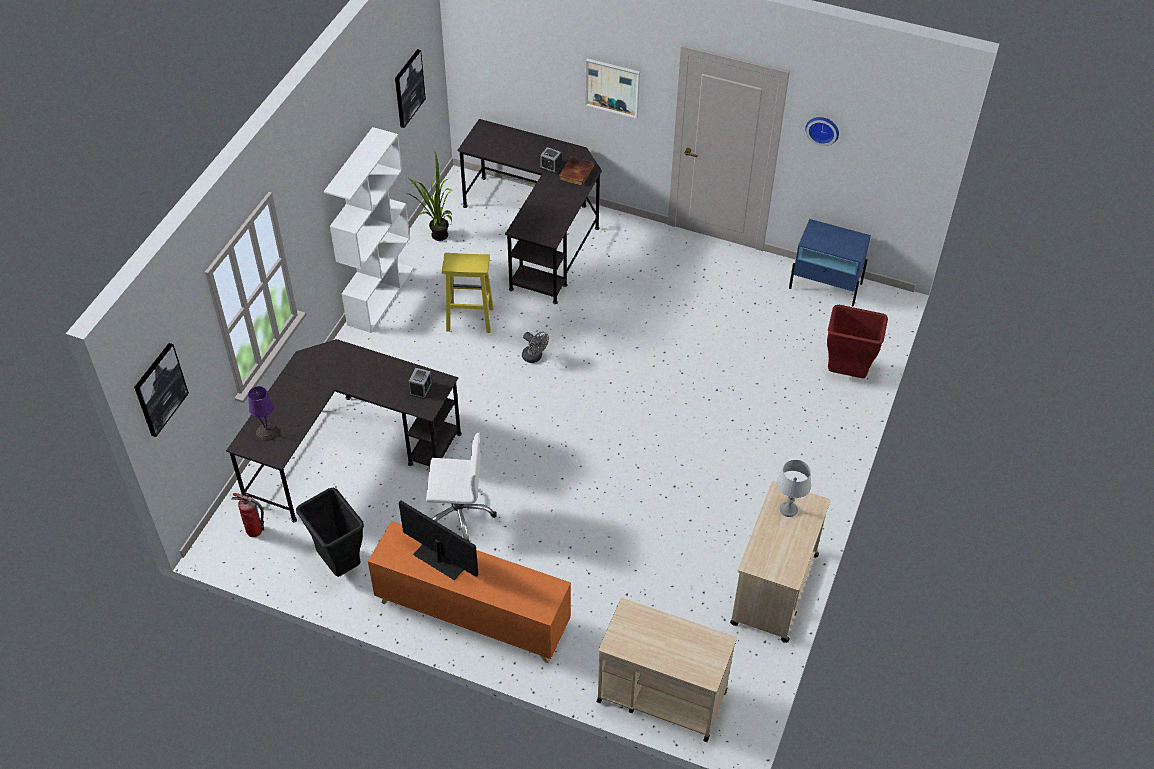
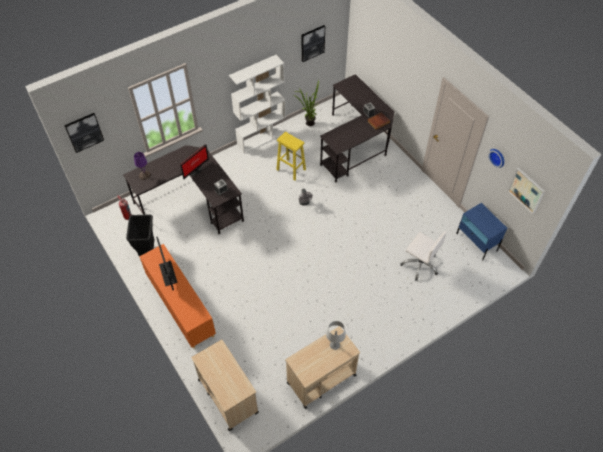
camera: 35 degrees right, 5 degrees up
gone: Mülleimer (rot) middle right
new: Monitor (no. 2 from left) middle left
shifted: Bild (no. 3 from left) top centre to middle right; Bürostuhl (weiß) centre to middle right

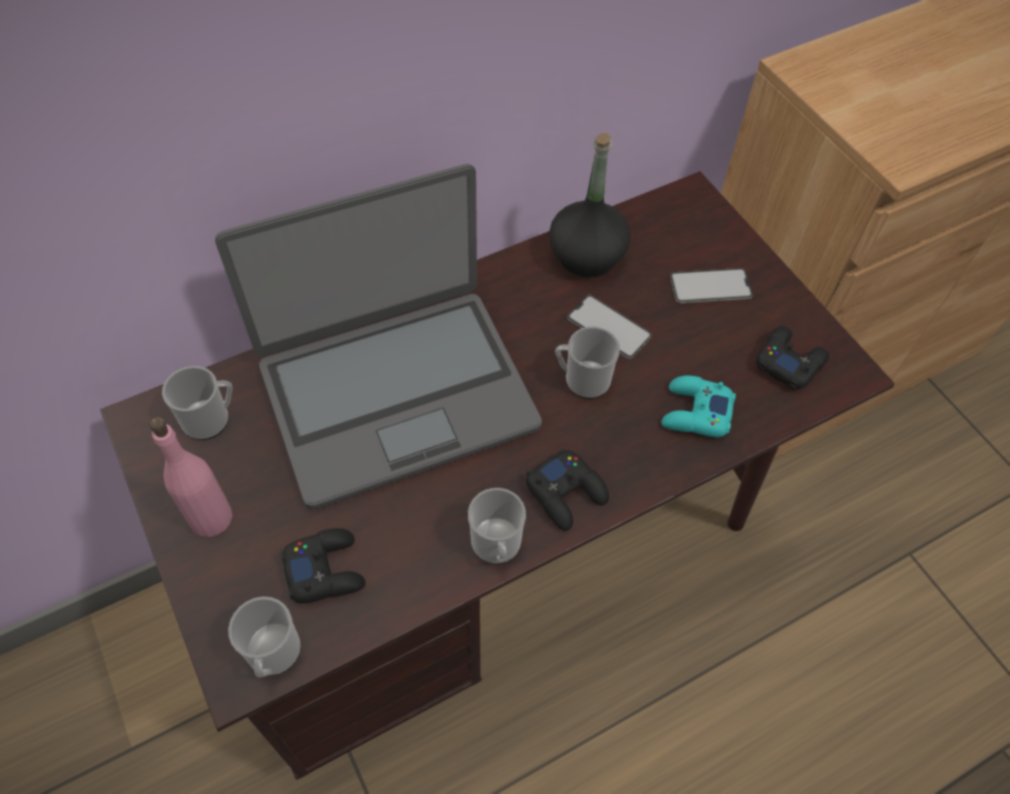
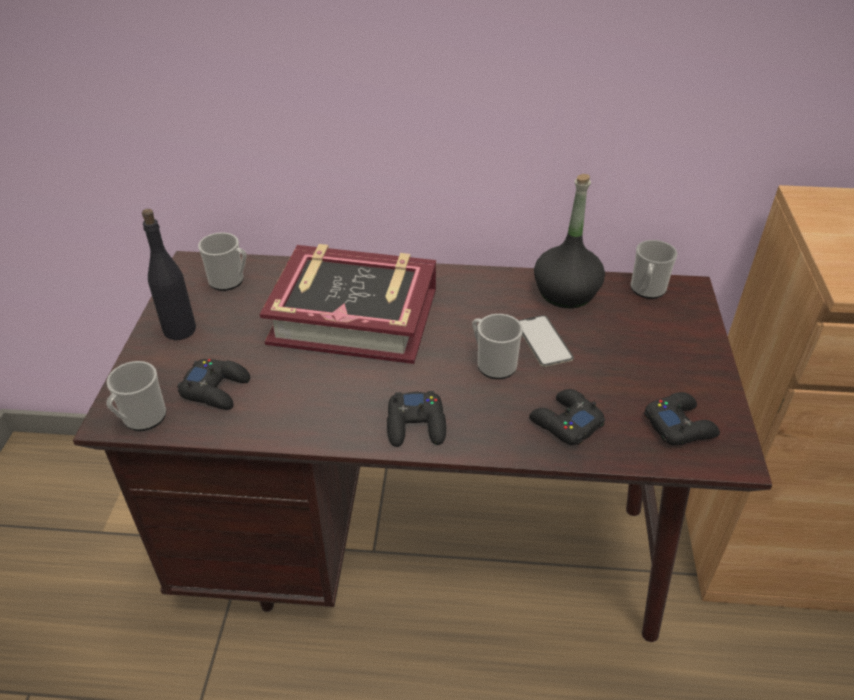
camera: 35 degrees right, 15 degrees down
gone: Handy (no. 2 from left) middle right
shifted: Henkelbecher (no. 3 from left in the first image) centre to Henkelbecher (no. 4 from left) middle right
swapped: Laptop centre to Buch centre
repainted: Gamepad (türkis) middle right to Gamepad (schwarz) (no. 3 from left) centre; Flasche (rosa) middle left to Flasche (schwarz) (no. 1 from left) middle left

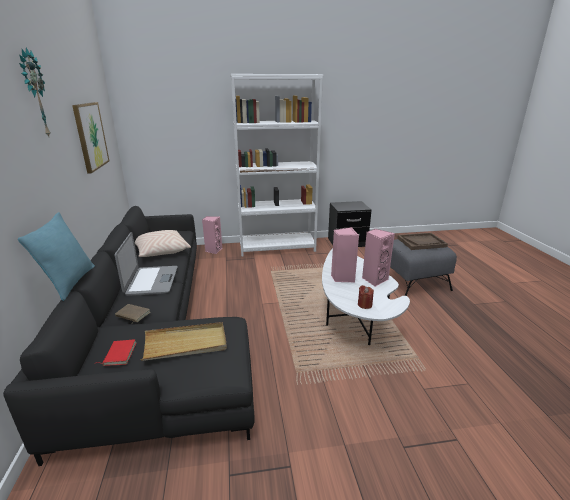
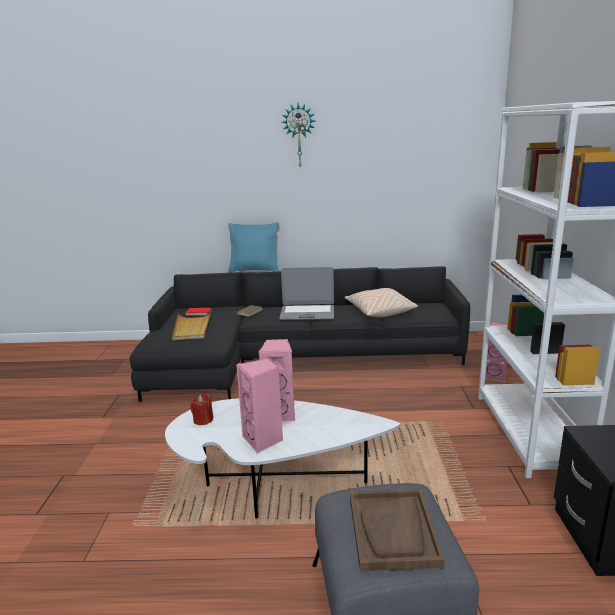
camera: 100 degrees right, 5 degrees down
gone: Bild top left

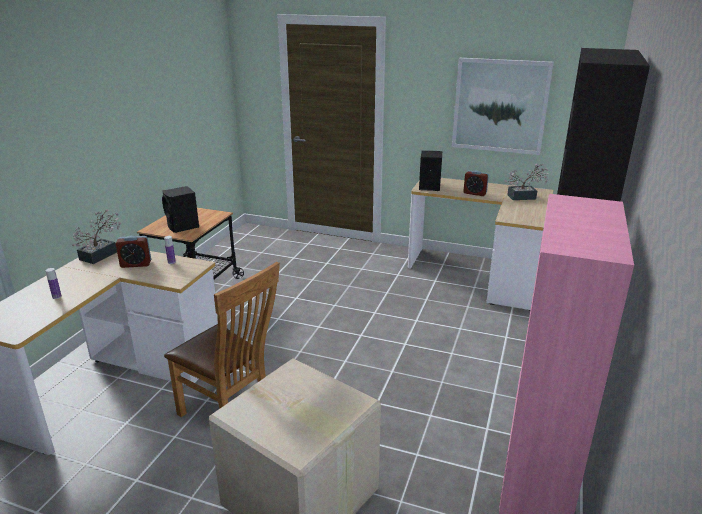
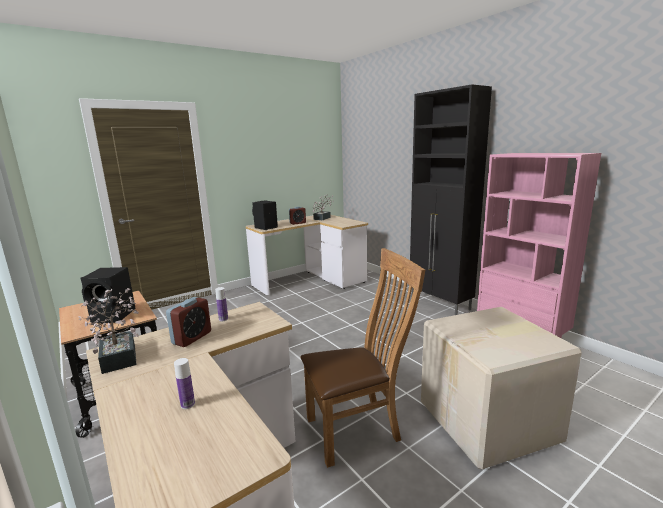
camera: 55 degrees left, 10 degrees down
gone: Bild top right

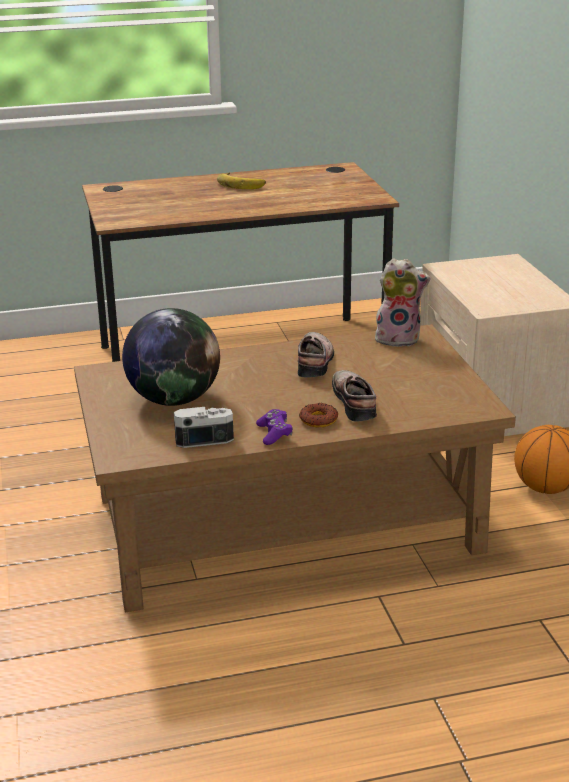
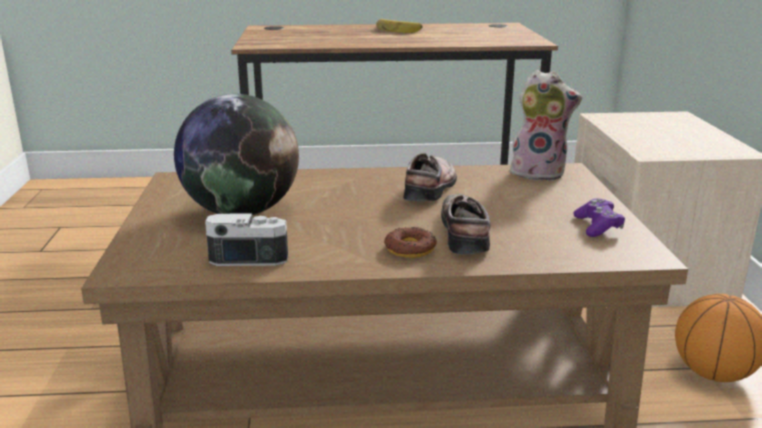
camera: 10 degrees right, 5 degrees down
shifted: Gamepad (lila) centre to middle right

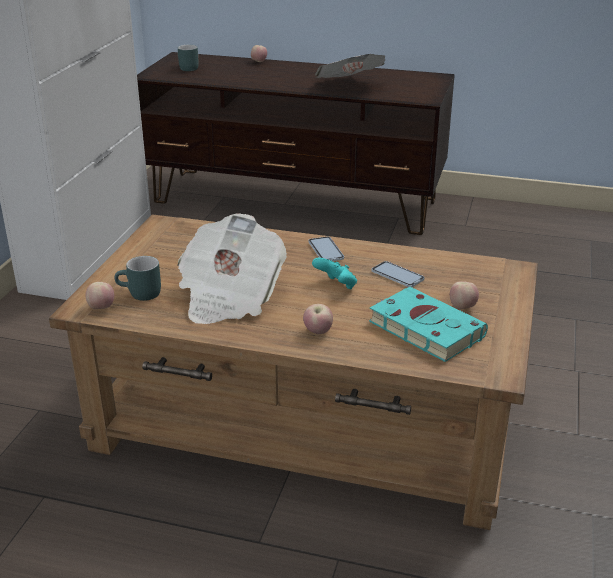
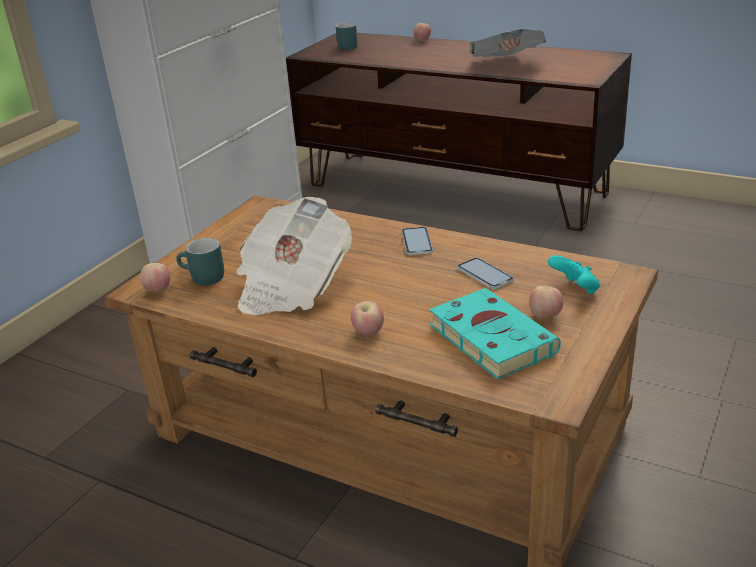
camera: 15 degrees right, 0 degrees up
shifted: Gamepad (türkis) centre to middle right

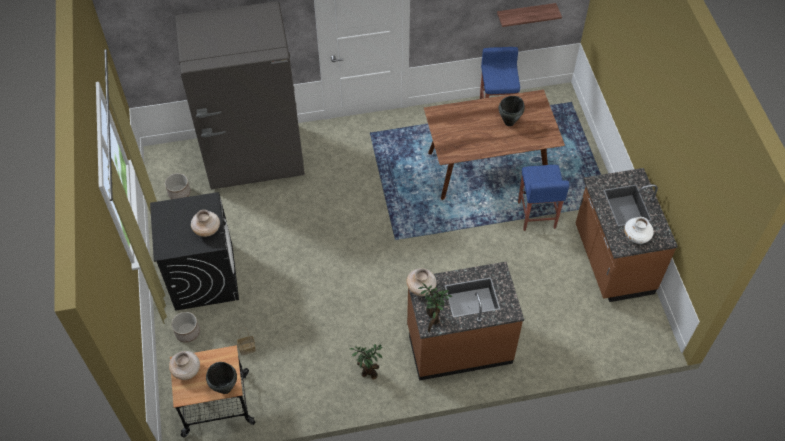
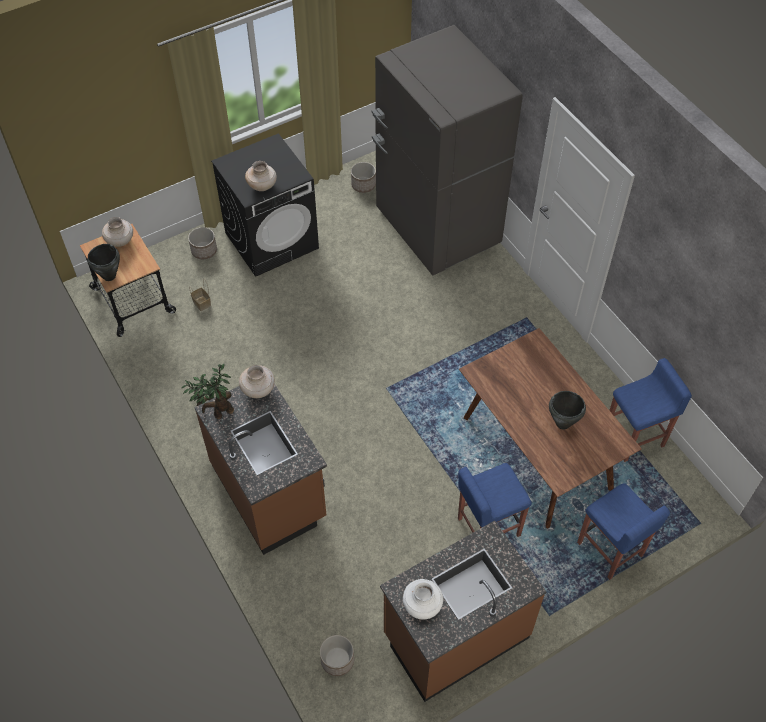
camera: 70 degrees right, 0 degrees up
gone: Wandregal top right
new: Hocker (blau) (no. 2 from left) bottom right; Pflanzkübel (no. 2 from left) bottom centre

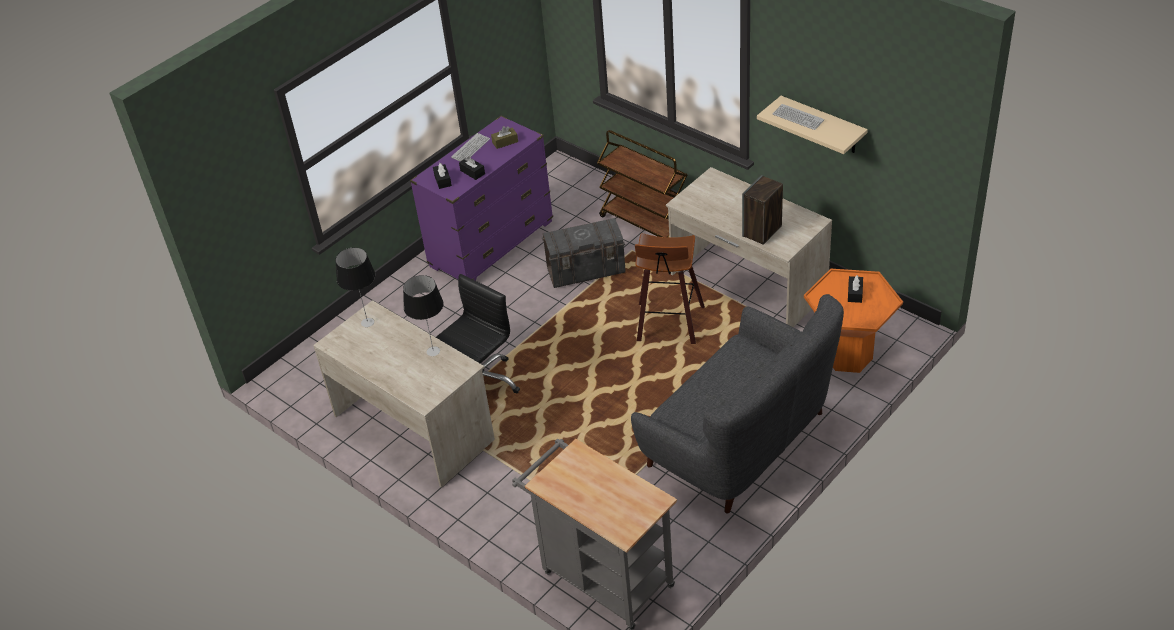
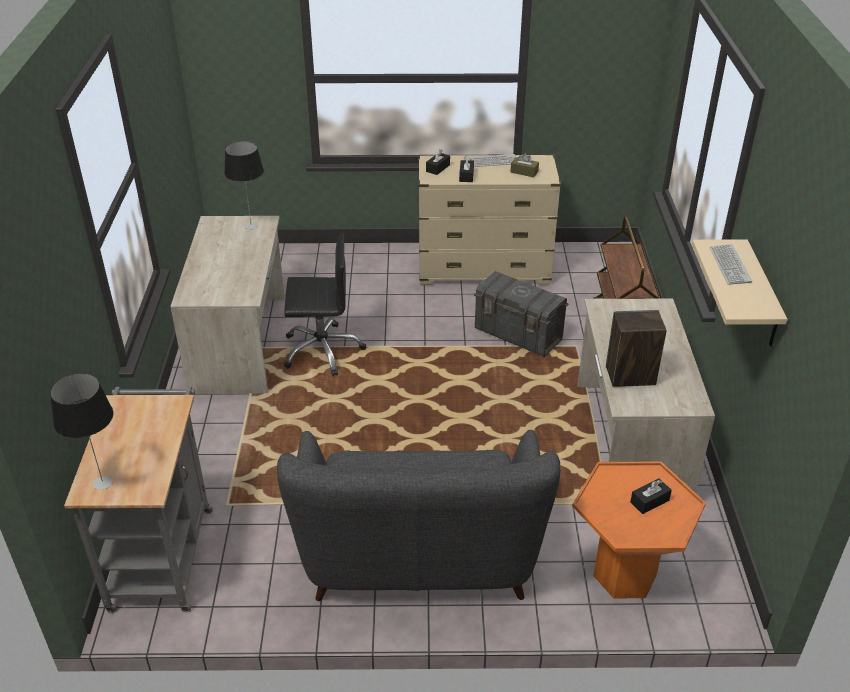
camera: 45 degrees right, 5 degrees down
gone: Hocker centre
shifted: Tischlampe (no. 2 from left in the first image) centre to Tischlampe (no. 1 from left) middle left
repainted: Kommode (lila) top centre to Kommode (beige) top centre

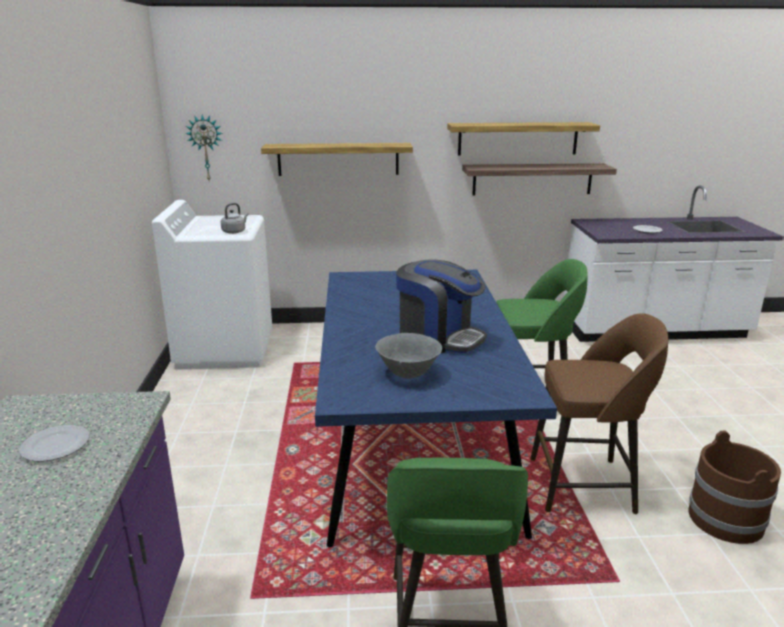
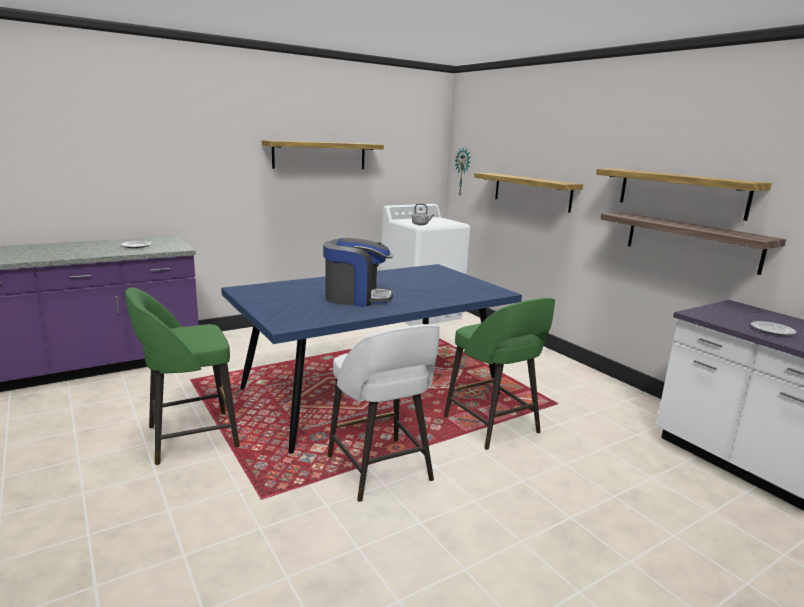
camera: 60 degrees right, 5 degrees down
gone: Schüssel (grau) centre; Eimer (braun) bottom right
new: Wandregal (no. 1 from left) top centre
repainted: Hocker (braun) middle right to Hocker (weiß) bottom centre
rotated: Kaffeemaschine centre = centre 90 degrees counterclockwise

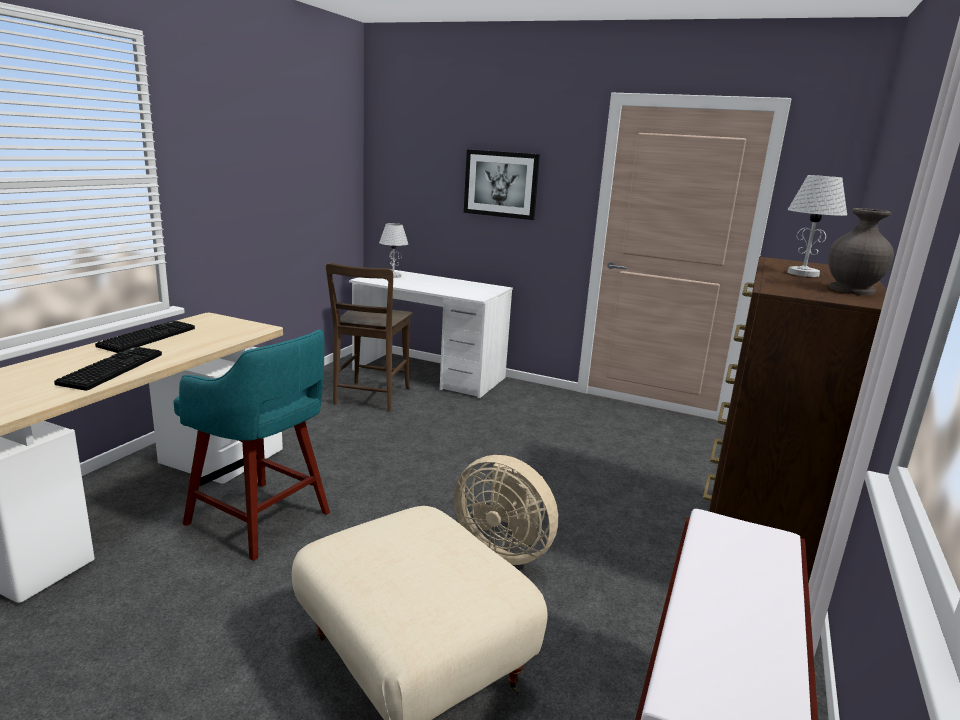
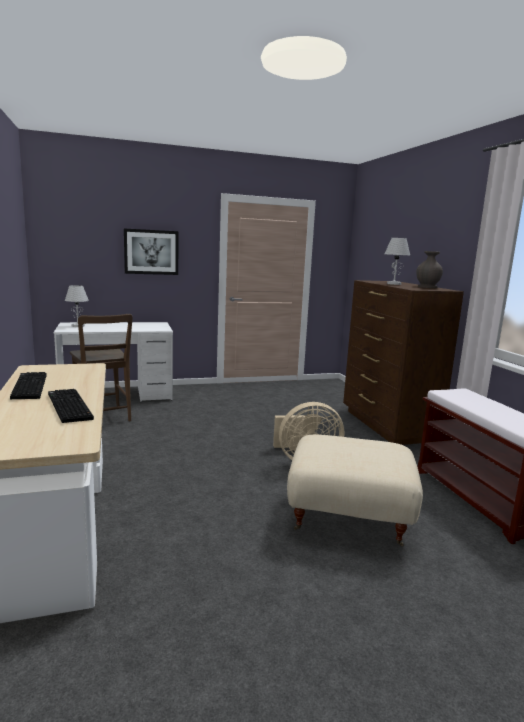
camera: 40 degrees left, 5 degrees down
gone: Hocker (türkis) middle left

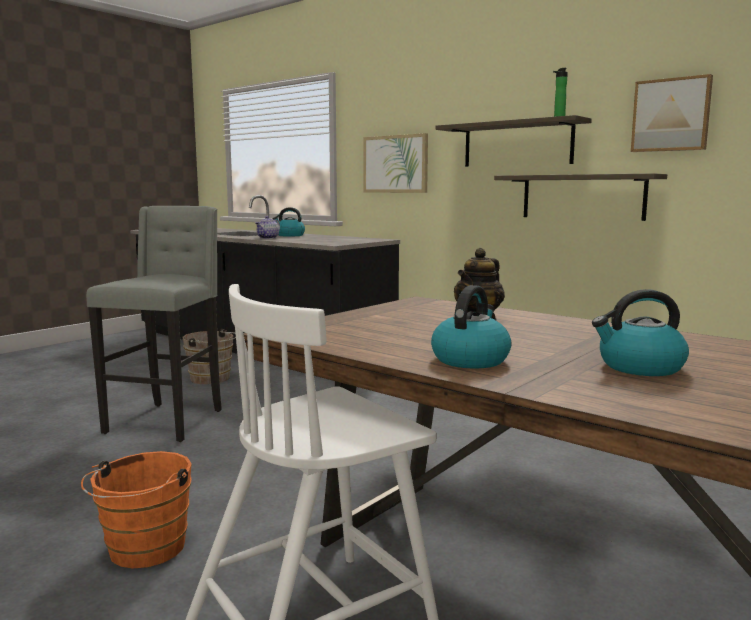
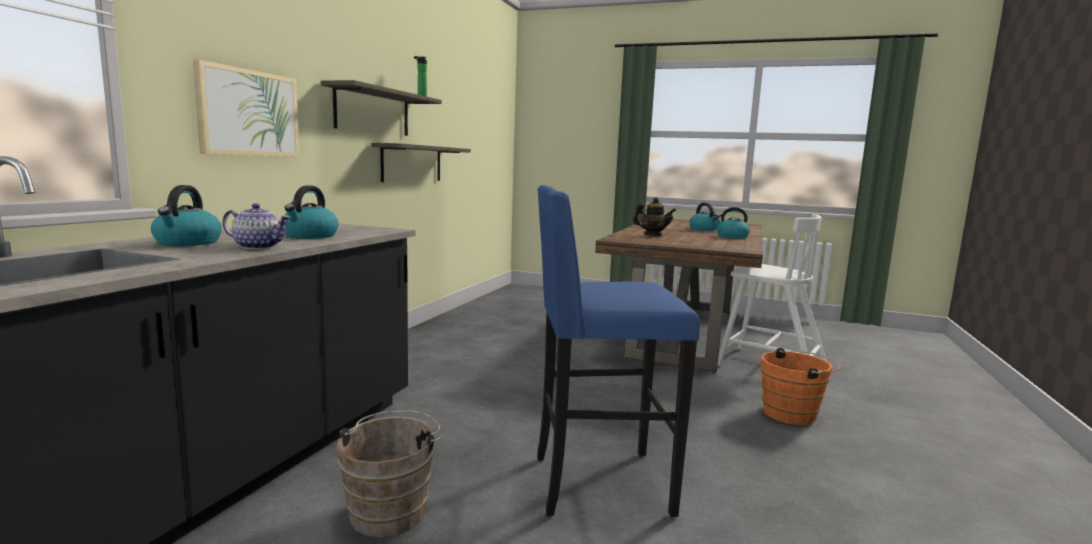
camera: 110 degrees left, 0 degrees up
gone: Bild (no. 2 from left) top right
new: Wasserkessel (no. 2 from left) middle left
repainted: Hocker (grau) middle left to Hocker (blau) centre

